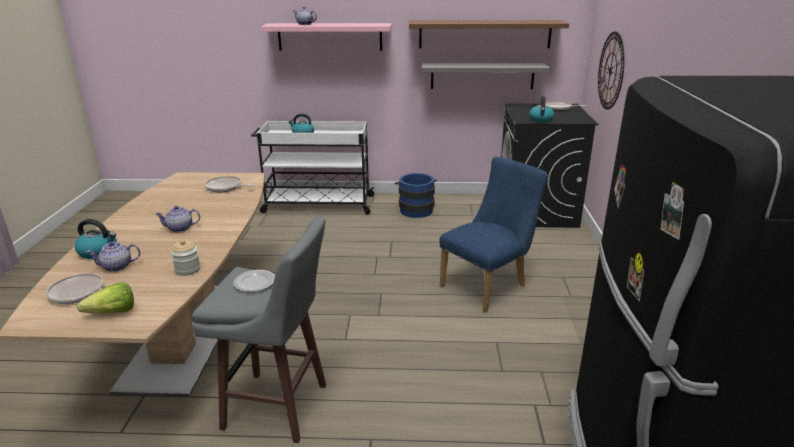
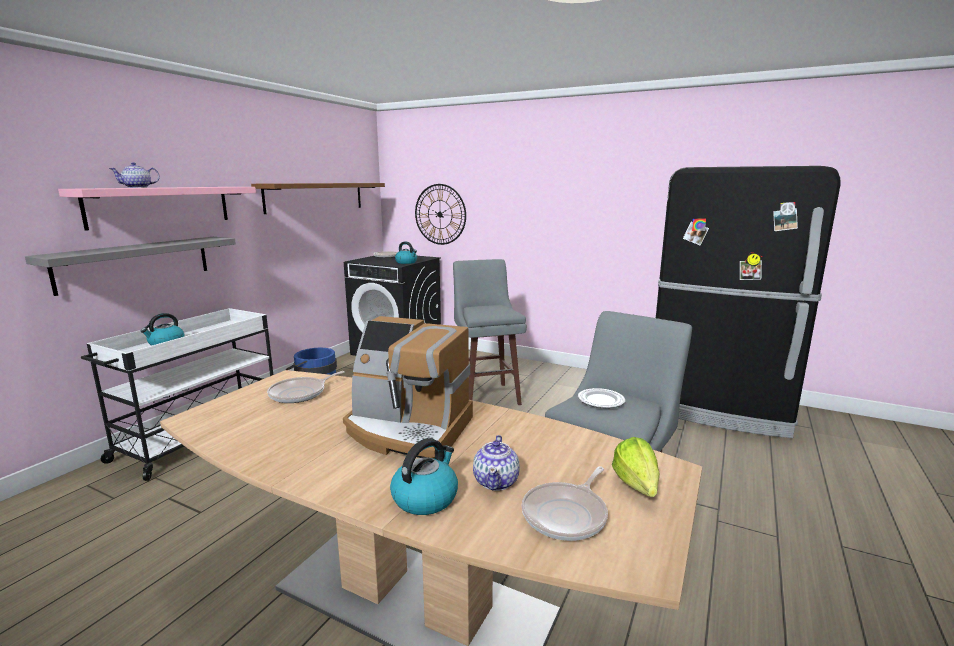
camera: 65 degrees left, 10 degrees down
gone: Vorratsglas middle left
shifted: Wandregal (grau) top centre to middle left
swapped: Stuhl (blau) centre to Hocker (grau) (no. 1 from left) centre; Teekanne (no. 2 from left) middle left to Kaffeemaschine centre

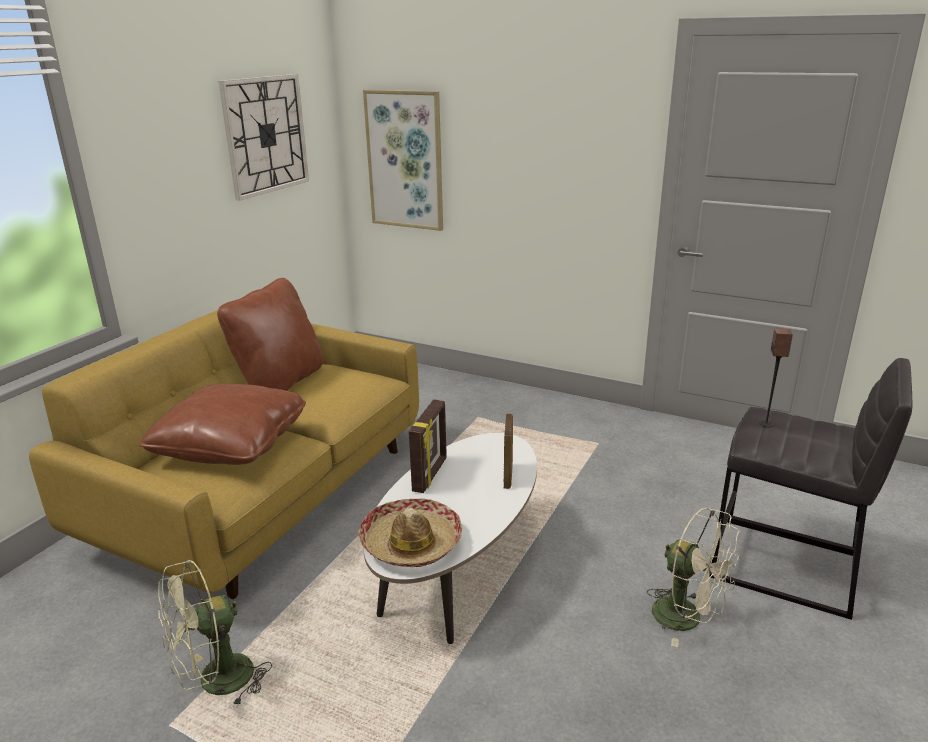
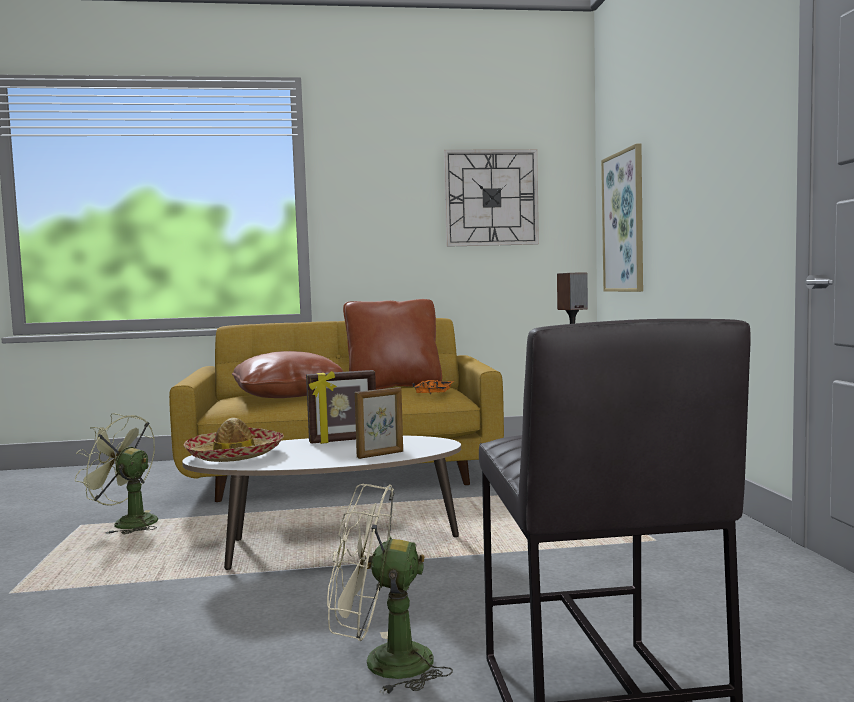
camera: 55 degrees right, 20 degrees down
new: Tablett (orange) centre
rotated: Ventilator (beige) bottom right = bottom centre 90 degrees clockwise

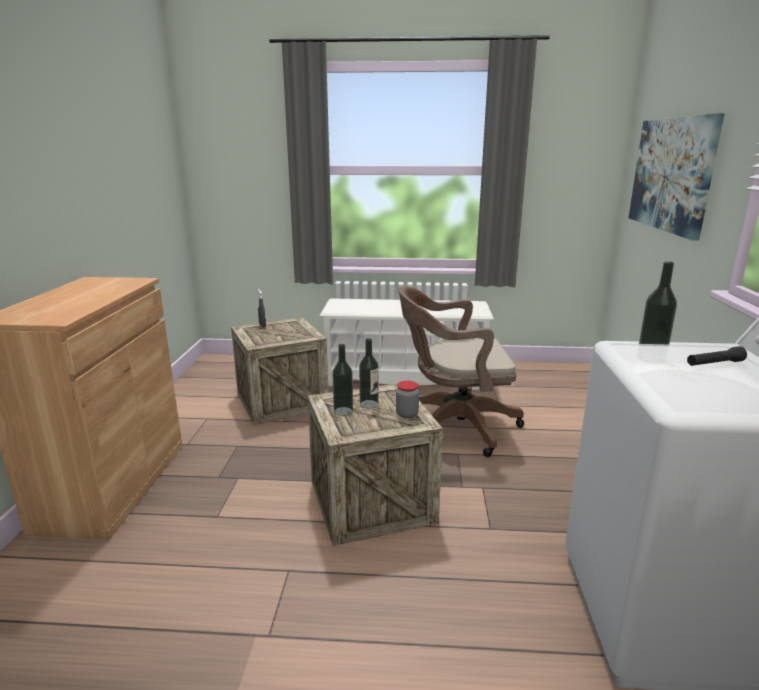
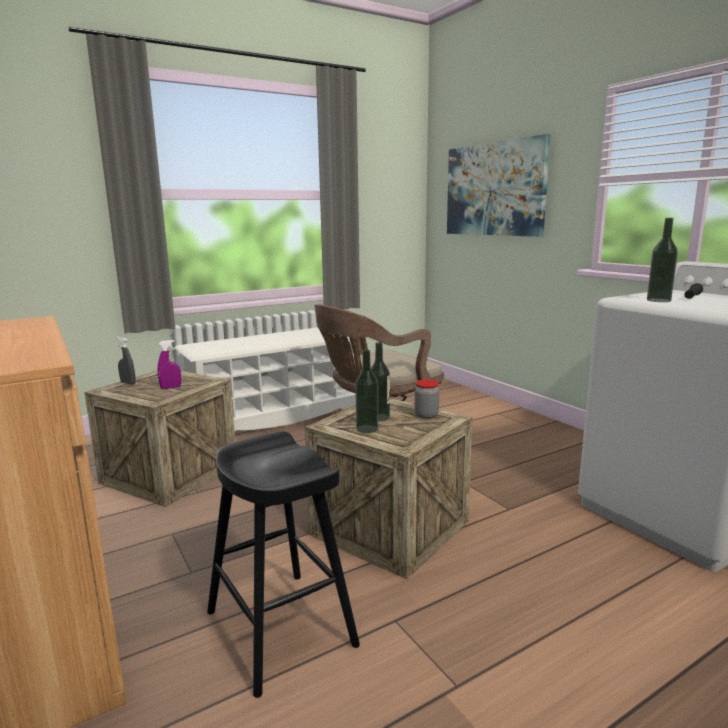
camera: 35 degrees left, 5 degrees down
new: Sprühflasche (lila) middle left; Hocker (schwarz) bottom centre

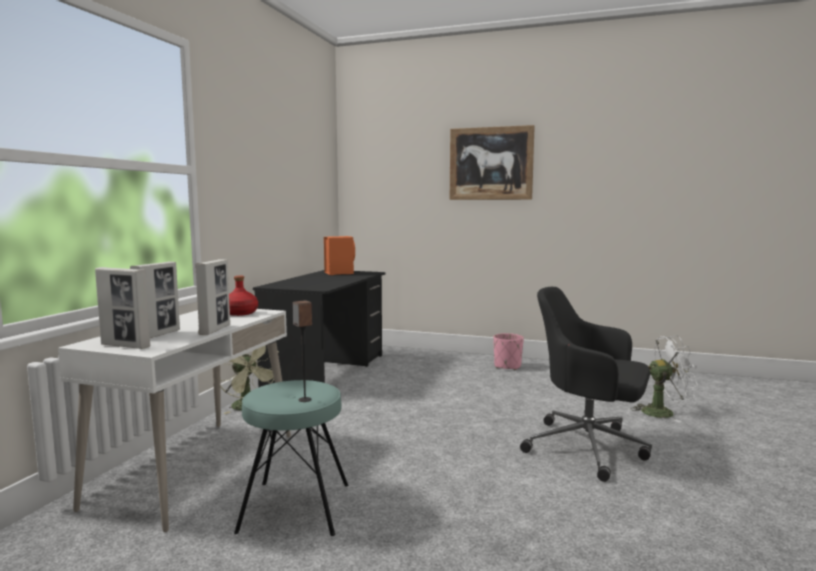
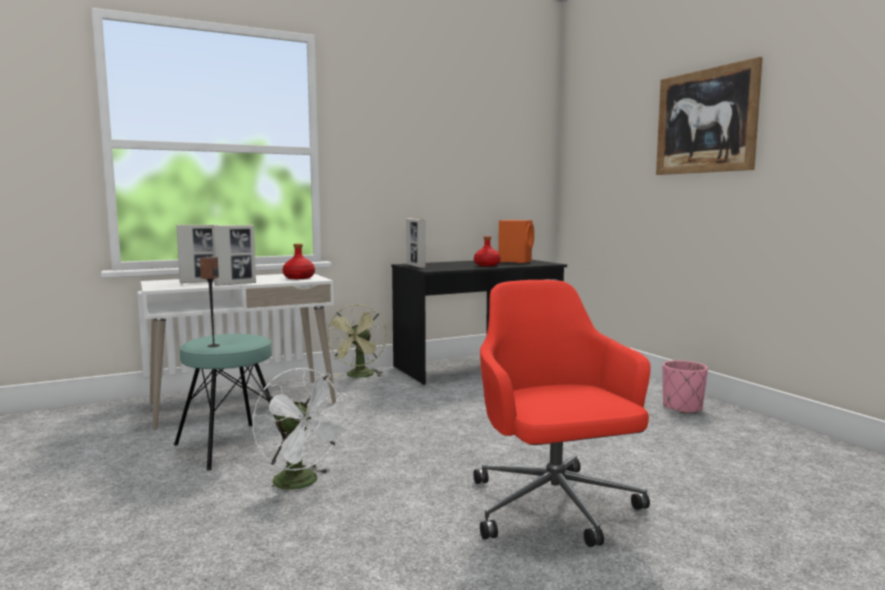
camera: 45 degrees right, 0 degrees up
new: Flasche (rot) (no. 2 from left) centre
shifted: Bilderrahmen (no. 1 from left in the first image) middle left to Bilderrahmen (no. 3 from left) centre; Ventilator (weiß) middle right to bottom centre
repainted: Bürostuhl (schwarz) bottom right to Bürostuhl (rot) bottom centre

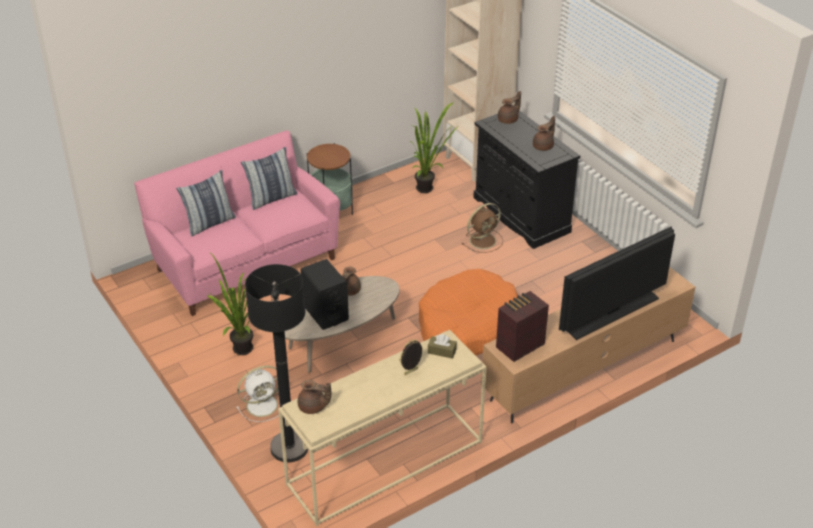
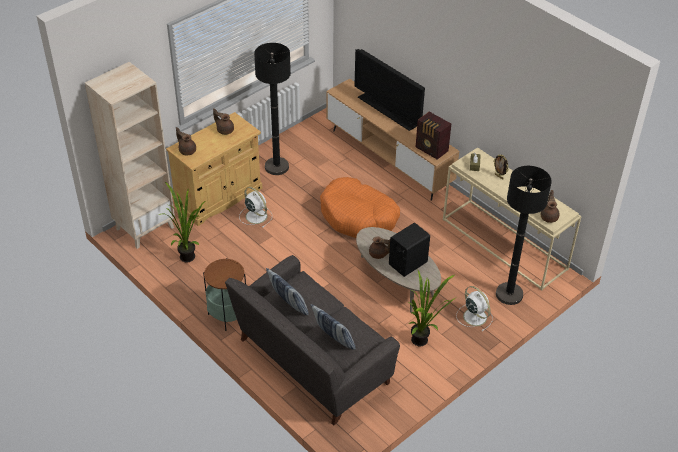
camera: 100 degrees left, 5 degrees up
new: Stehlampe (schwarz) (no. 1 from left) top centre
repainted: Schrank (schwarz) centre to Schrank (beige) middle left; Sofa (rosa) middle left to Sofa (grau) bottom centre; Ventilator (braun) centre to Ventilator (weiß) (no. 1 from left) centre

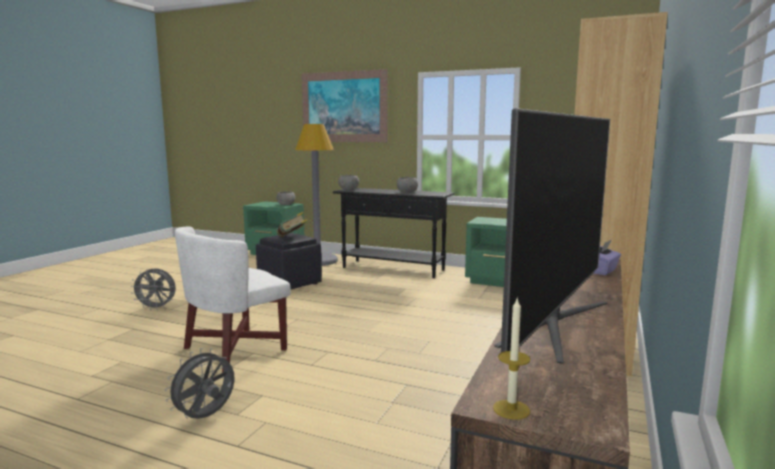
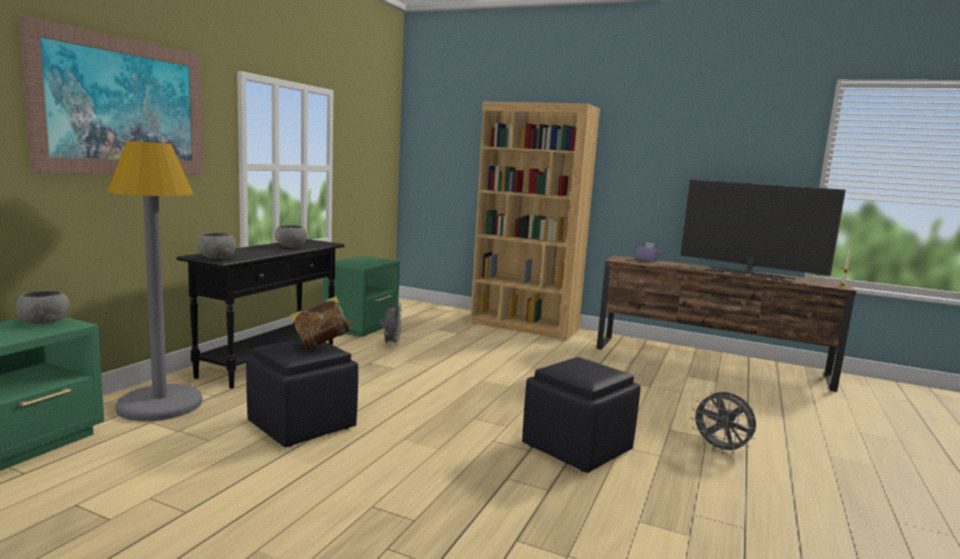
camera: 90 degrees left, 0 degrees up
shifted: Ventilator (grau) (no. 1 from left) middle left to centre
swapped: Sessel (weiß) middle left to Polsterhocker (schwarz) (no. 2 from left) bottom centre

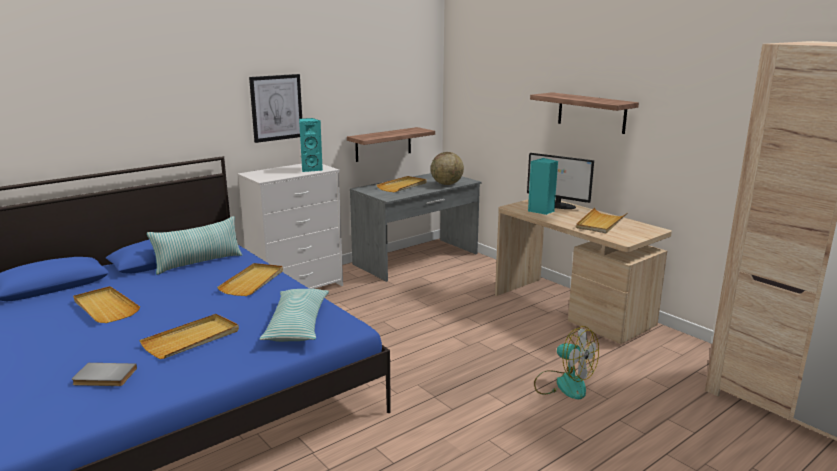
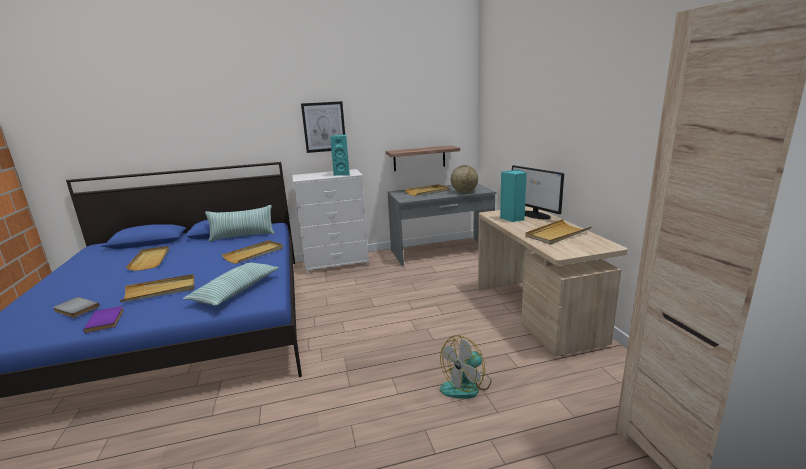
camera: 25 degrees right, 0 degrees up
gone: Wandregal (no. 2 from left) top right
new: Buch (lila) bottom left
rotated: Ventilator bottom right = bottom centre 75 degrees clockwise

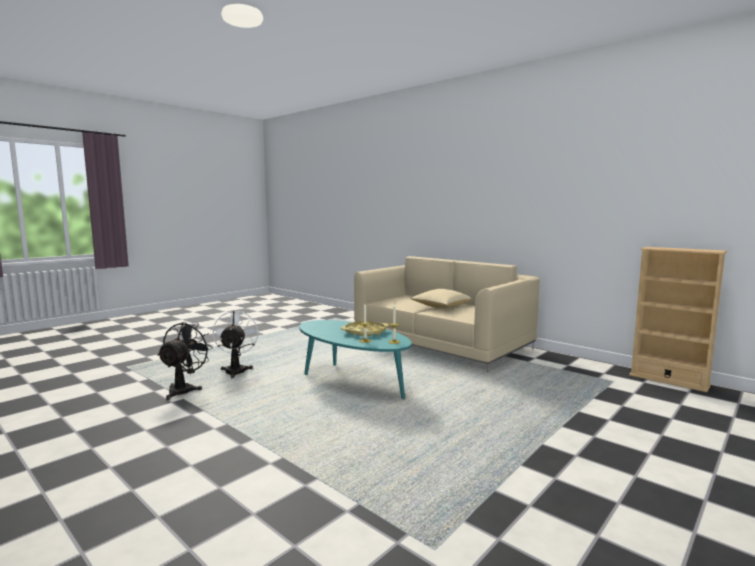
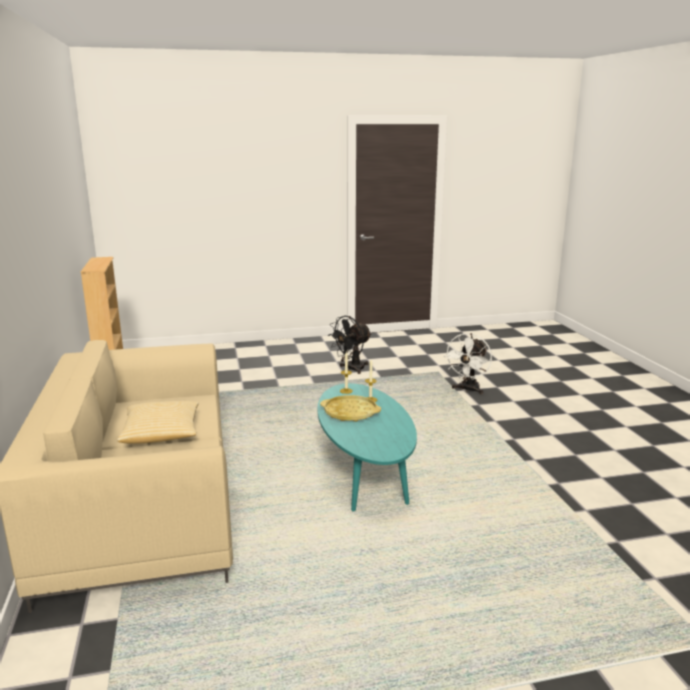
camera: 145 degrees left, 10 degrees up
shifted: Ventilator (weiß) middle left to middle right; Ventilator (schwarz) middle left to centre

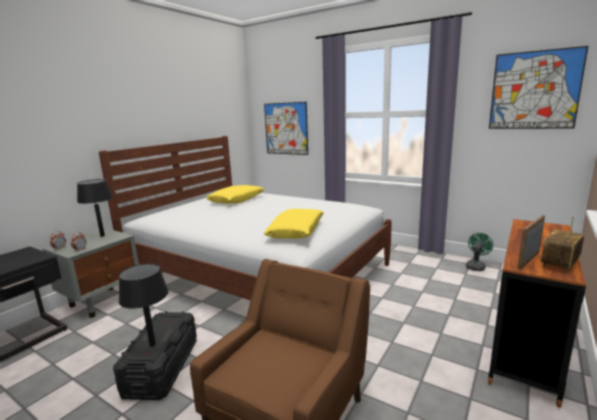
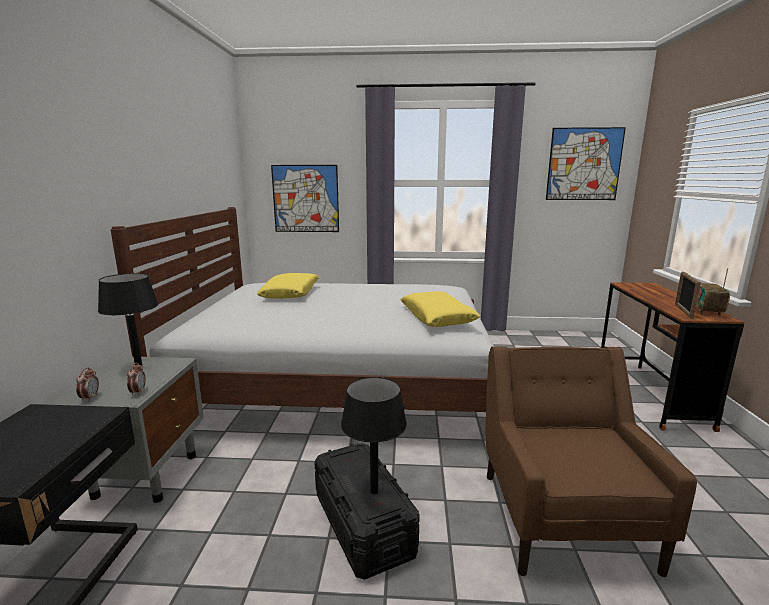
camera: 30 degrees left, 0 degrees up
gone: Ventilator (grün) middle right

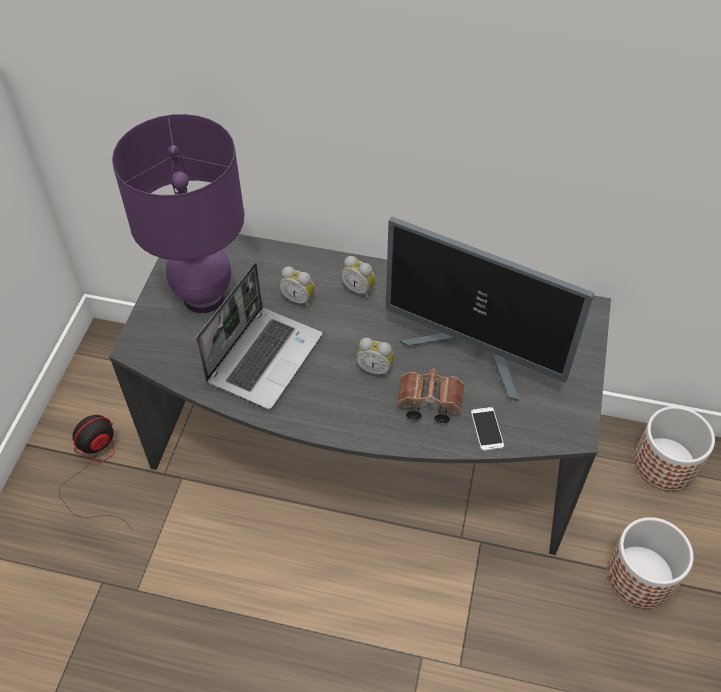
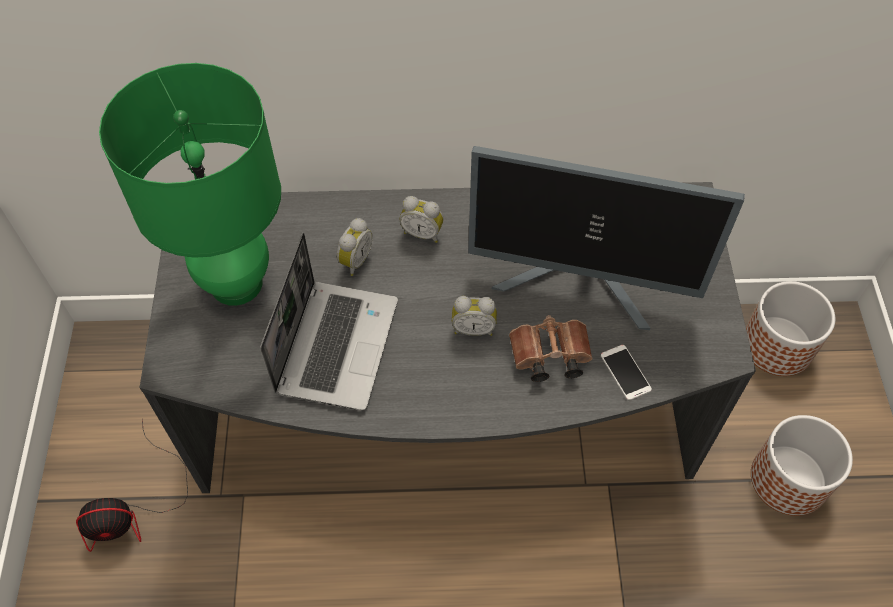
camera: 15 degrees left, 5 degrees up
repainted: Tischlampe (lila) top left to Tischlampe (grün) top left
rotated: Wecker (no. 1 from left) centre = centre 75 degrees counterclockwise; Ventilator bottom left = bottom left 135 degrees counterclockwise

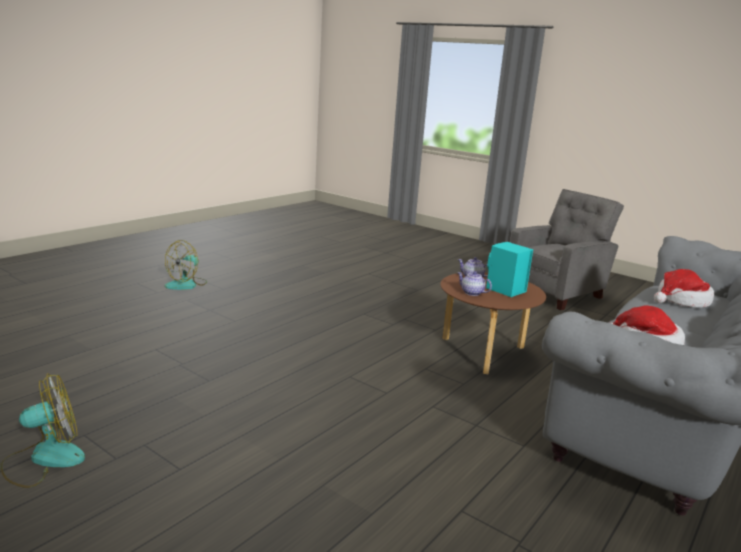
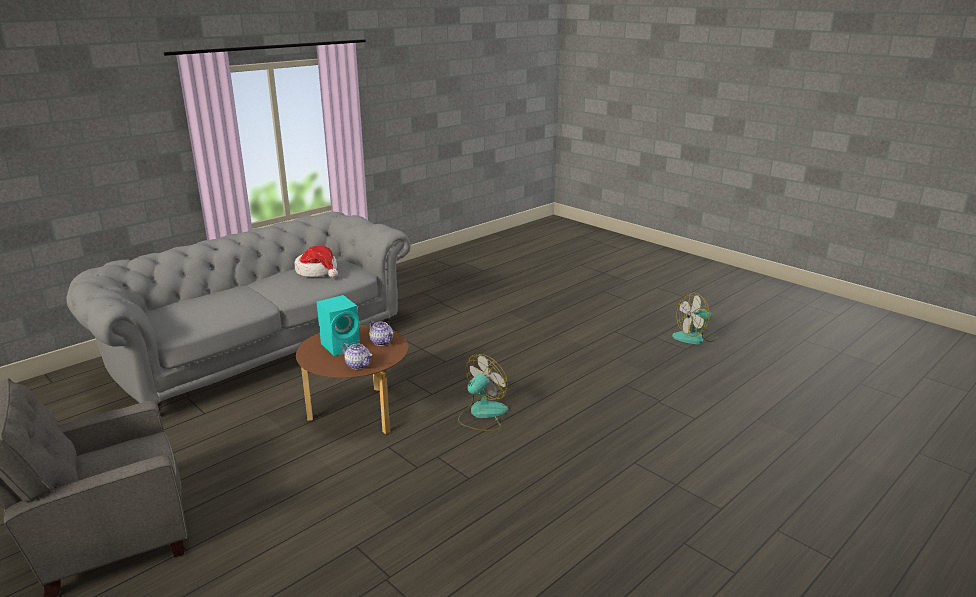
camera: 170 degrees left, 5 degrees up
gone: Hut (no. 2 from left) middle right
shifted: Ventilator (no. 2 from left in the first image) middle left to Ventilator (no. 1 from left) centre

